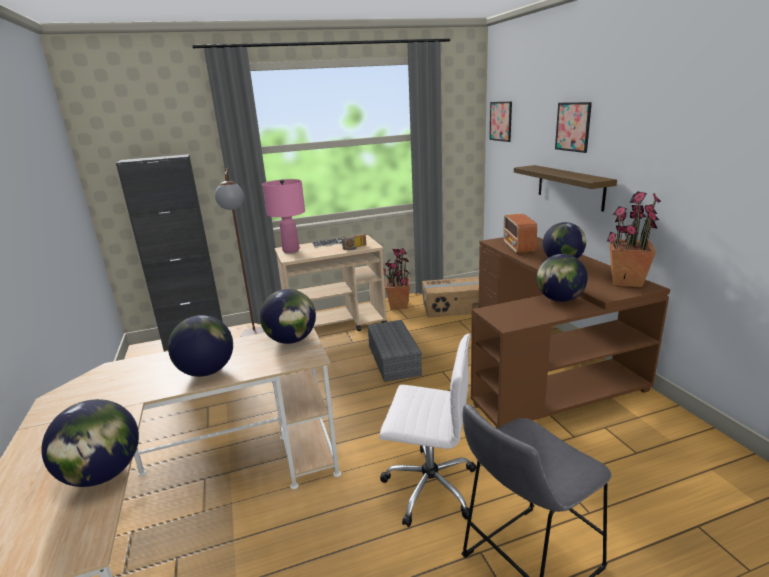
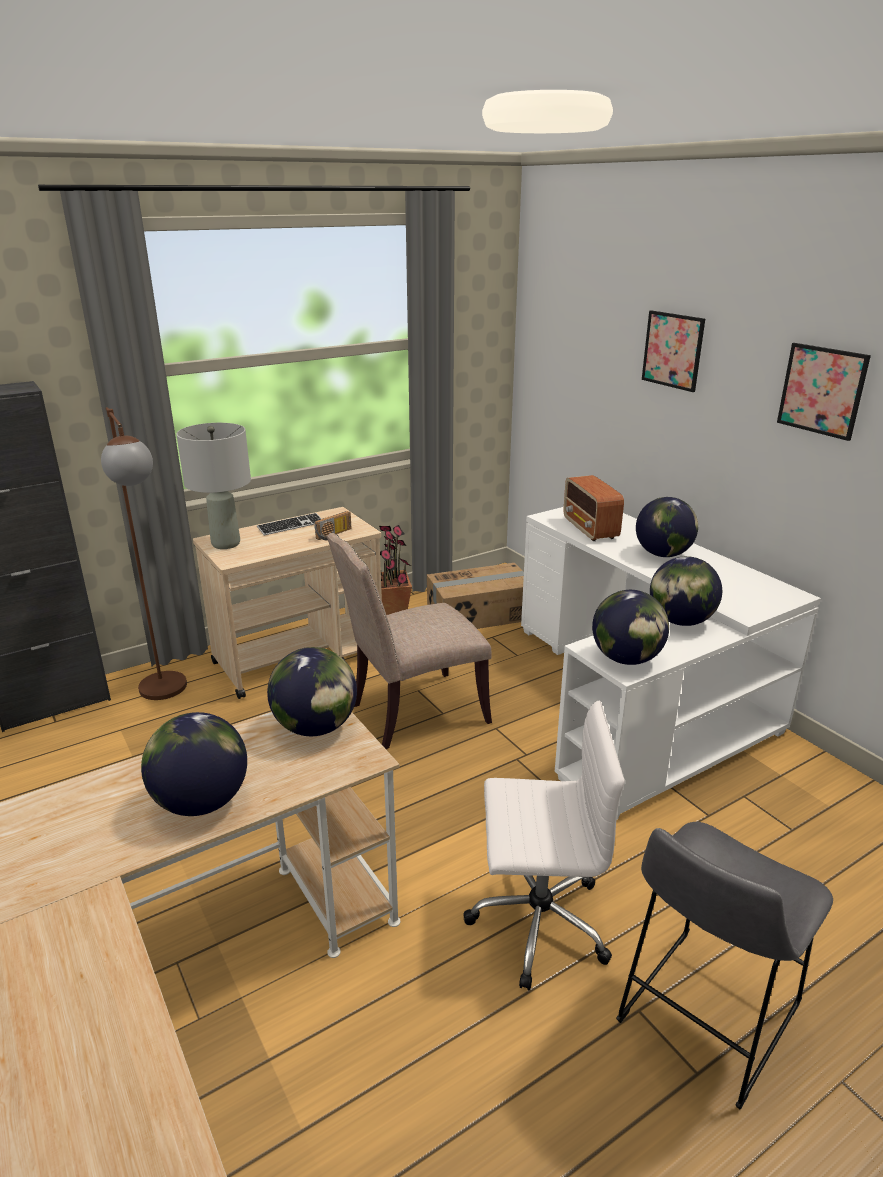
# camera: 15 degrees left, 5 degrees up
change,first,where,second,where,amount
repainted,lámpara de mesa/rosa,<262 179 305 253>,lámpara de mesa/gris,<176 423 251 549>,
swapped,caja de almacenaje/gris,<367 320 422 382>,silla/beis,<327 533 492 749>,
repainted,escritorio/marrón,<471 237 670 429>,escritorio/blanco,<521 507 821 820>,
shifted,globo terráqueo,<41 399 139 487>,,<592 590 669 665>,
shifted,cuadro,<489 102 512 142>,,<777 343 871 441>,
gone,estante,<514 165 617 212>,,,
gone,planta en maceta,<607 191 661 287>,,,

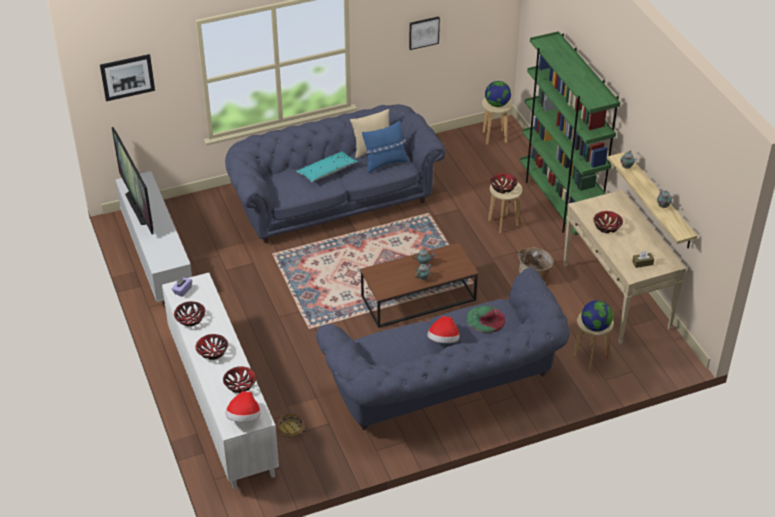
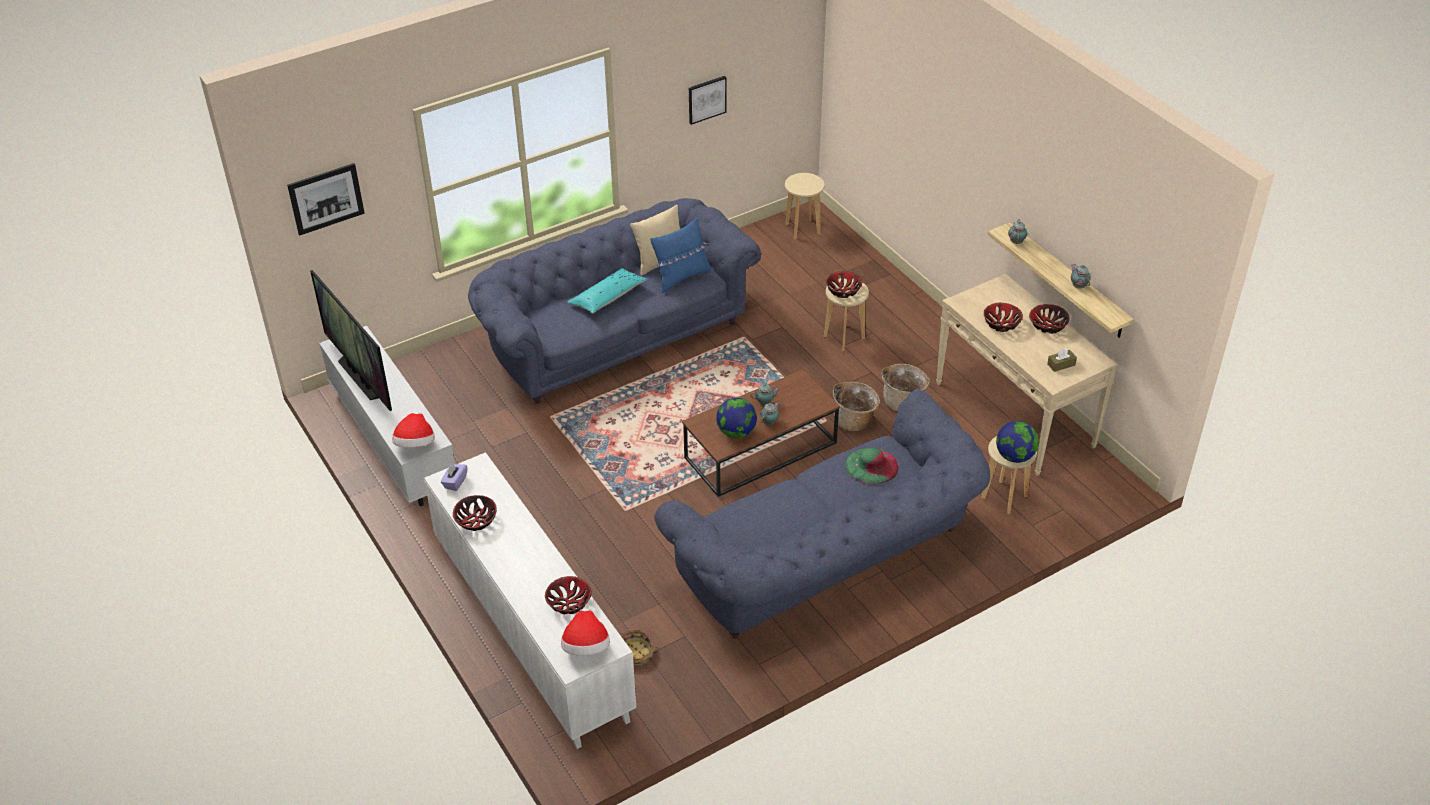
# camera: 10 degrees left, 0 degrees up
change,first,where,second,where,amount
shifted,sombrero,<427 316 460 343>,,<392 413 435 447>,
shifted,globo terráqueo,<485 81 511 107>,,<716 398 757 438>,
new,,,cesta,<833 382 880 431>,
shifted,cuenco,<196 334 228 360>,,<1029 304 1070 334>,
gone,estantería/verde,<520 31 620 235>,,,

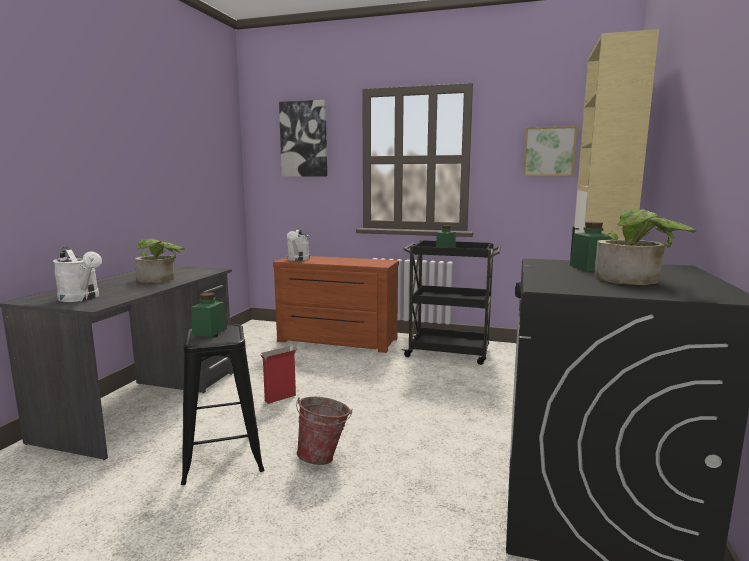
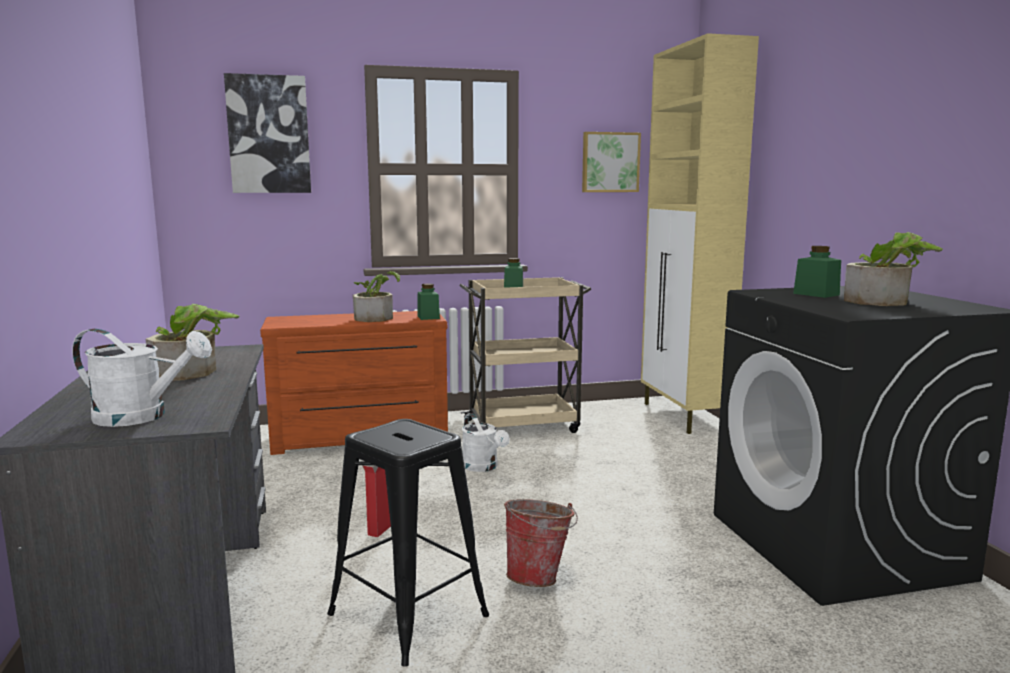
# camera: 30 degrees left, 0 degrees up
change,first,where,second,where,amount
new,,,planta en maceta,<353 271 400 322>,
shifted,tarro/verde,<191 293 227 337>,,<417 283 440 320>,
repainted,carrito/negro,<402 240 501 365>,carrito/beis,<460 277 591 433>,
shifted,regadera/blanco,<287 228 310 261>,,<462 413 510 472>,

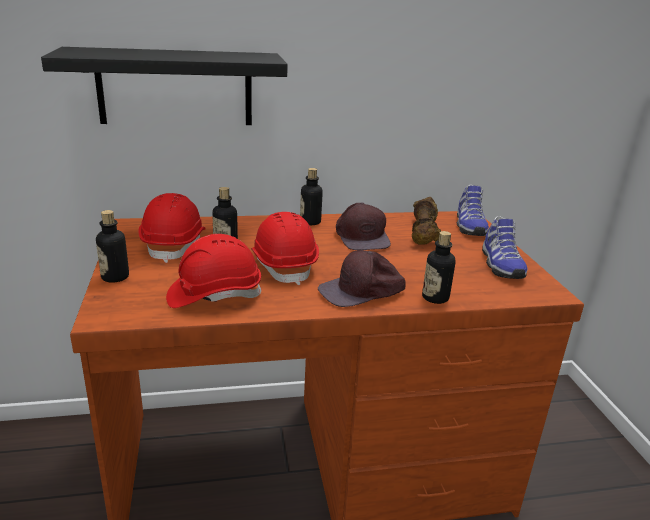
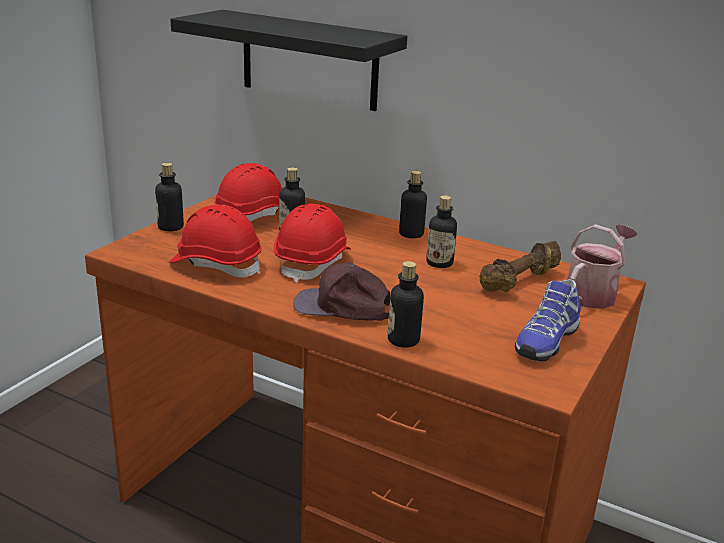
# camera: 40 degrees right, 0 degrees up
change,first,where,second,where,amount
swapped,gorra/marrón,<336 202 391 250>,botella,<426 195 457 268>,
swapped,zapato,<457 185 489 236>,regadera,<567 224 637 309>,

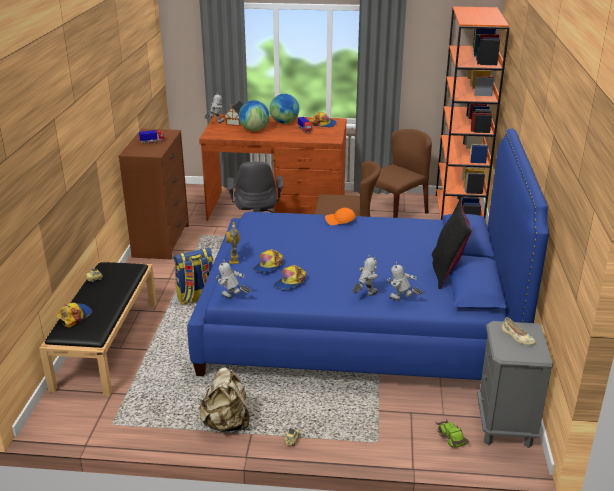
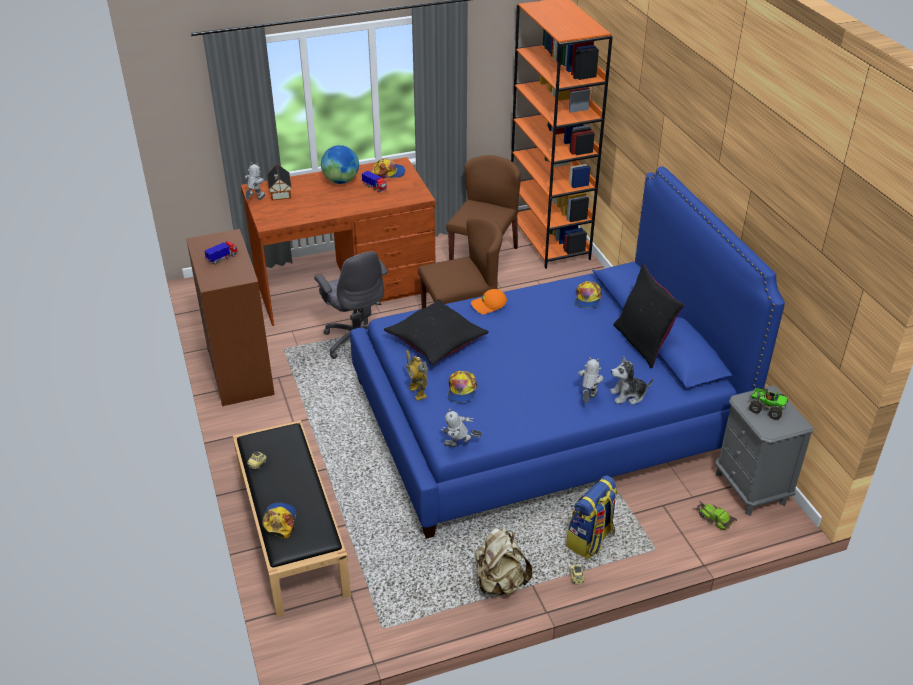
# camera: 25 degrees left, 10 degrees up
change,first,where,second,where,amount
new,,,cojín/negro,<384 299 489 365>,
shifted,mochila,<173 248 213 305>,,<566 475 618 559>,
shifted,gorra,<274 265 306 289>,,<575 281 602 308>,
swapped,robot de juguete,<387 262 423 301>,peluche,<610 356 653 405>,
swapped,zapato/beis,<502 317 536 345>,camión de juguete,<749 388 788 420>,
gone,globo terráqueo,<239 100 269 131>,,,

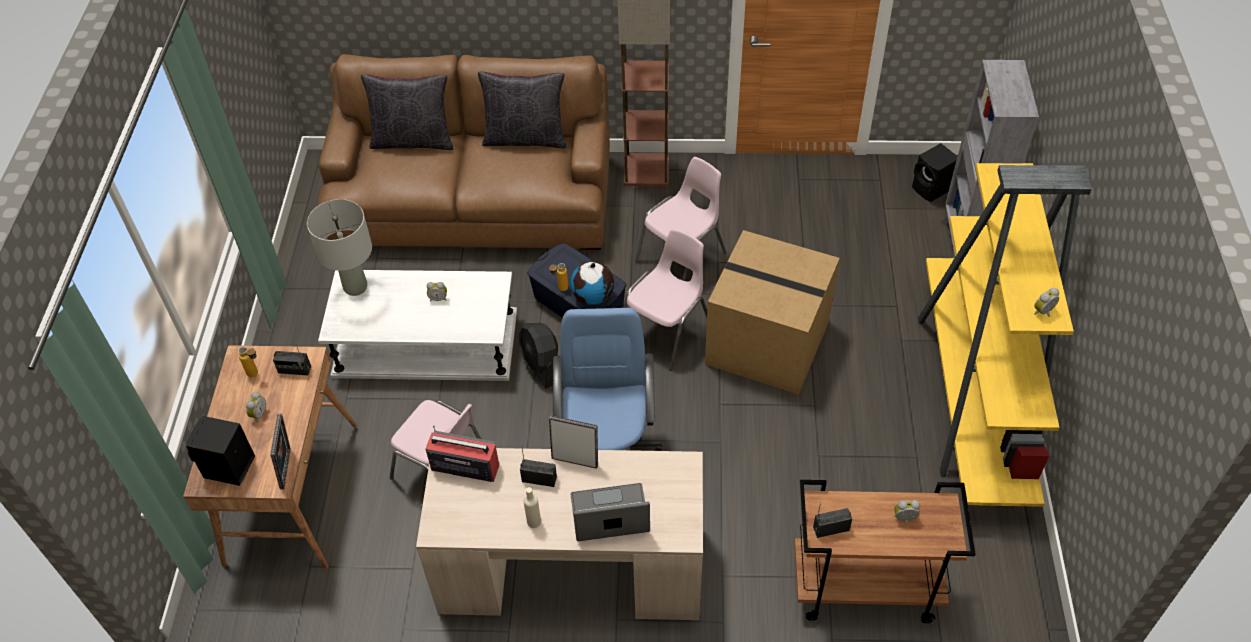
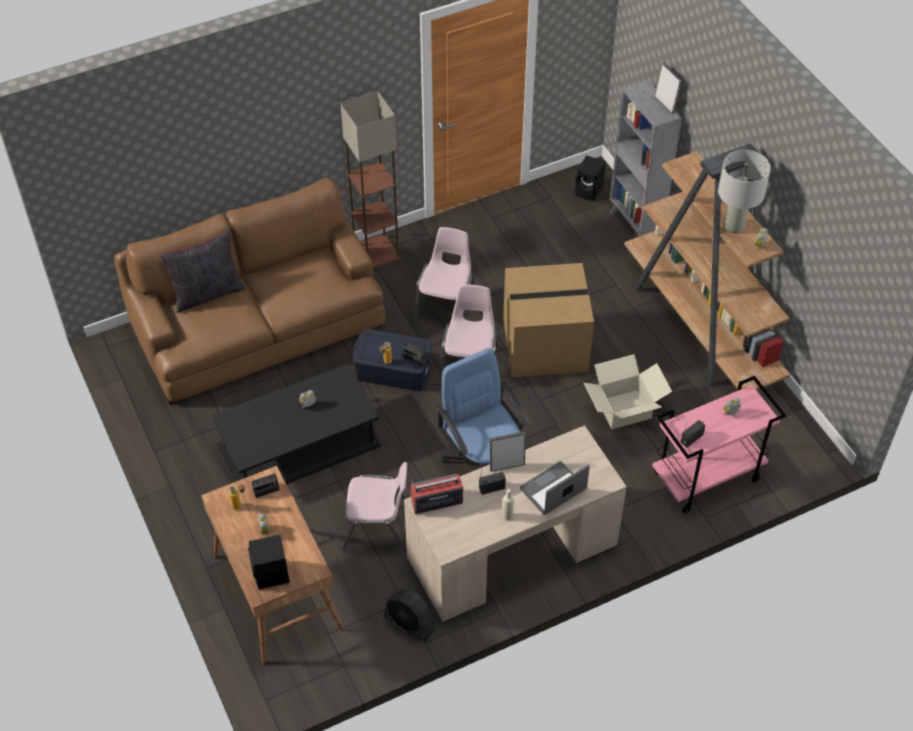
# camera: 30 degrees left, 0 degrees up
change,first,where,second,where,amount
repainted,mesa de centro/blanco,<318 270 517 381>,mesa de centro/negro,<211 364 381 484>,
shifted,ventilador/negro,<519 323 558 389>,,<384 589 435 642>,
swapped,globo terráqueo,<570 261 614 305>,radio,<403 343 426 366>,
new,,,caja de cartón,<584 354 672 429>,
repainted,estantería/amarillo,<918 163 1092 507>,estantería/marrón,<624 143 790 390>,
repainted,carrito/marrón,<794 480 976 623>,carrito/rosa,<652 376 786 513>,
shifted,portarretratos,<270 413 291 489>,,<654 62 683 114>,
shifted,lámpara de mesa/gris,<307 199 372 296>,,<718 150 771 233>,
gone,cojín/negro,<478 72 566 148>,,,

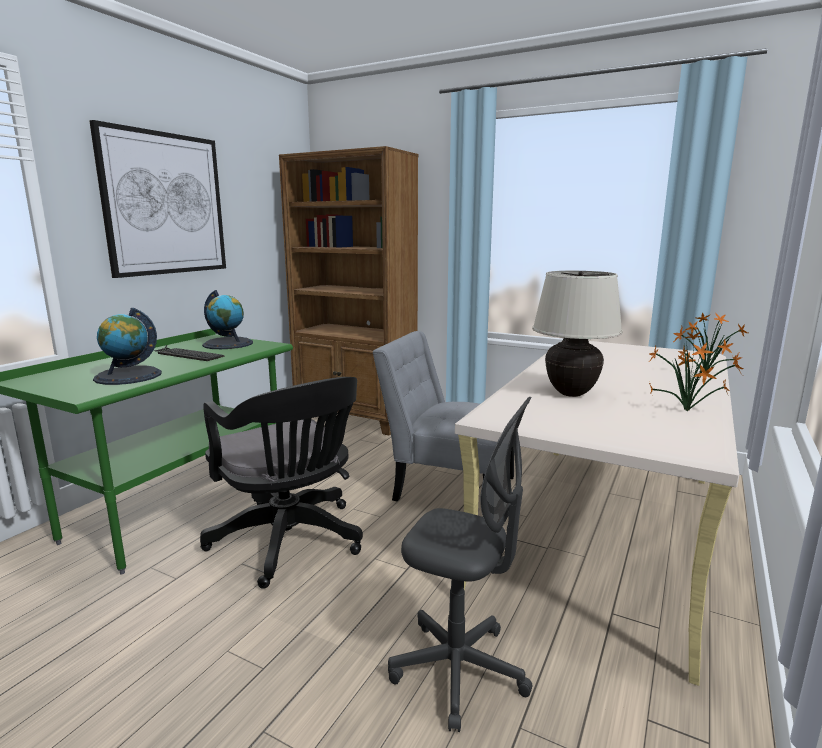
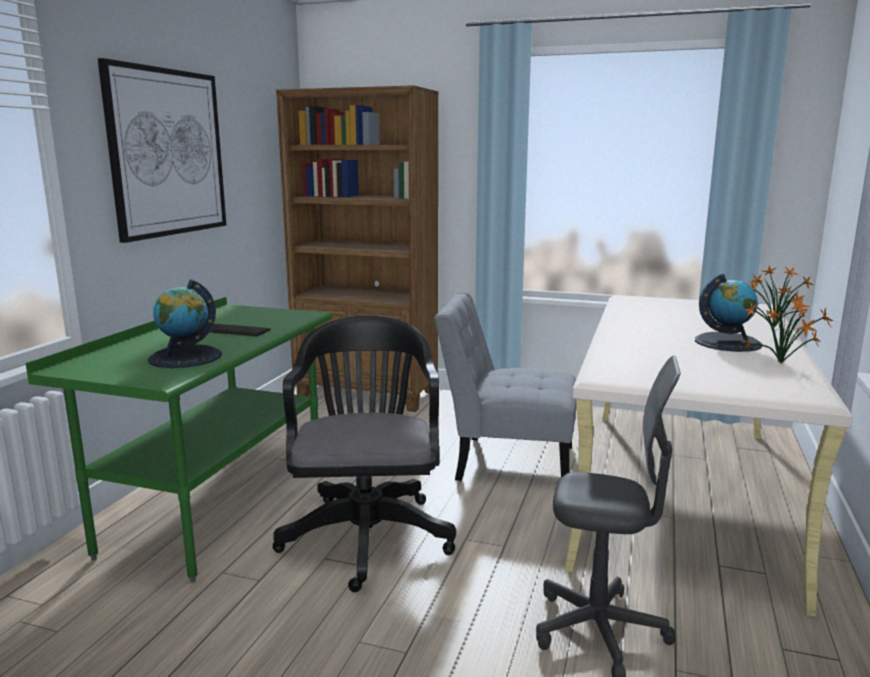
# camera: 10 degrees left, 0 degrees up
change,first,where,second,where,amount
rotated,silla de oficina/negro,<200 377 363 589>,,<273 315 456 592>,135 degrees counterclockwise
shifted,globo terráqueo,<202 290 253 349>,,<695 274 762 352>,
gone,lámpara de mesa/beis,<532 271 623 397>,,,

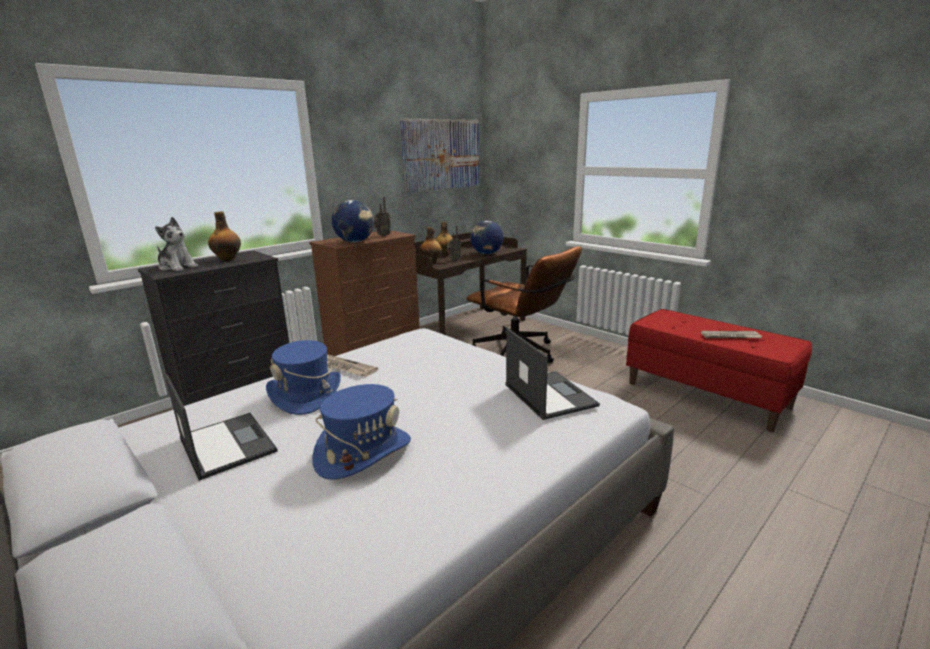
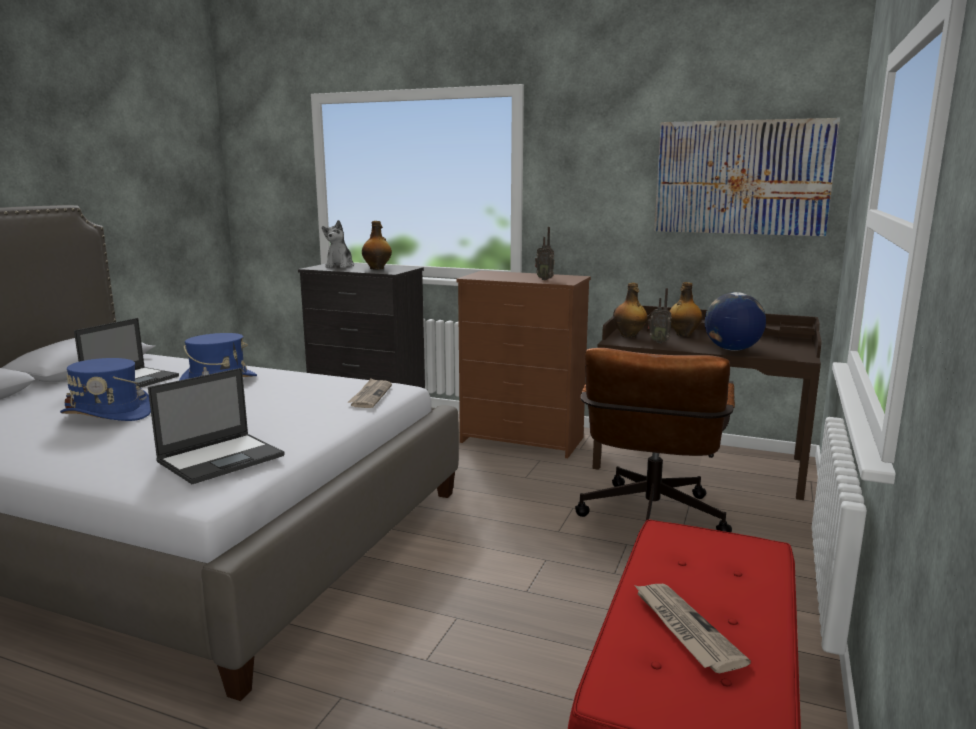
# camera: 65 degrees right, 5 degrees down
change,first,where,second,where,amount
shifted,periódico,<327 355 378 377>,,<347 378 392 408>,
gone,globo terráqueo,<332 200 374 242>,,,

